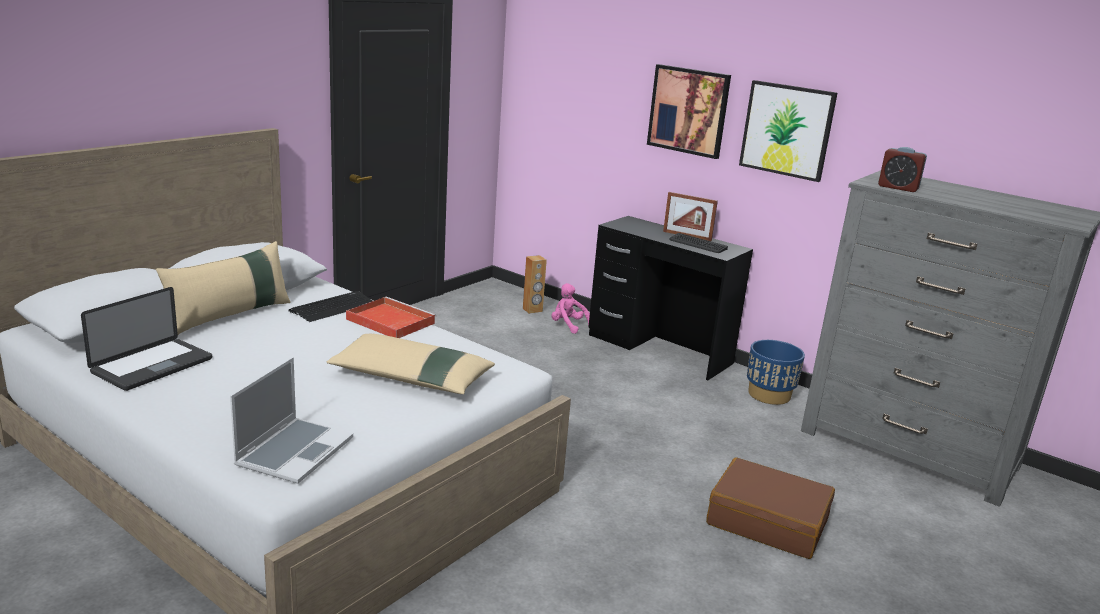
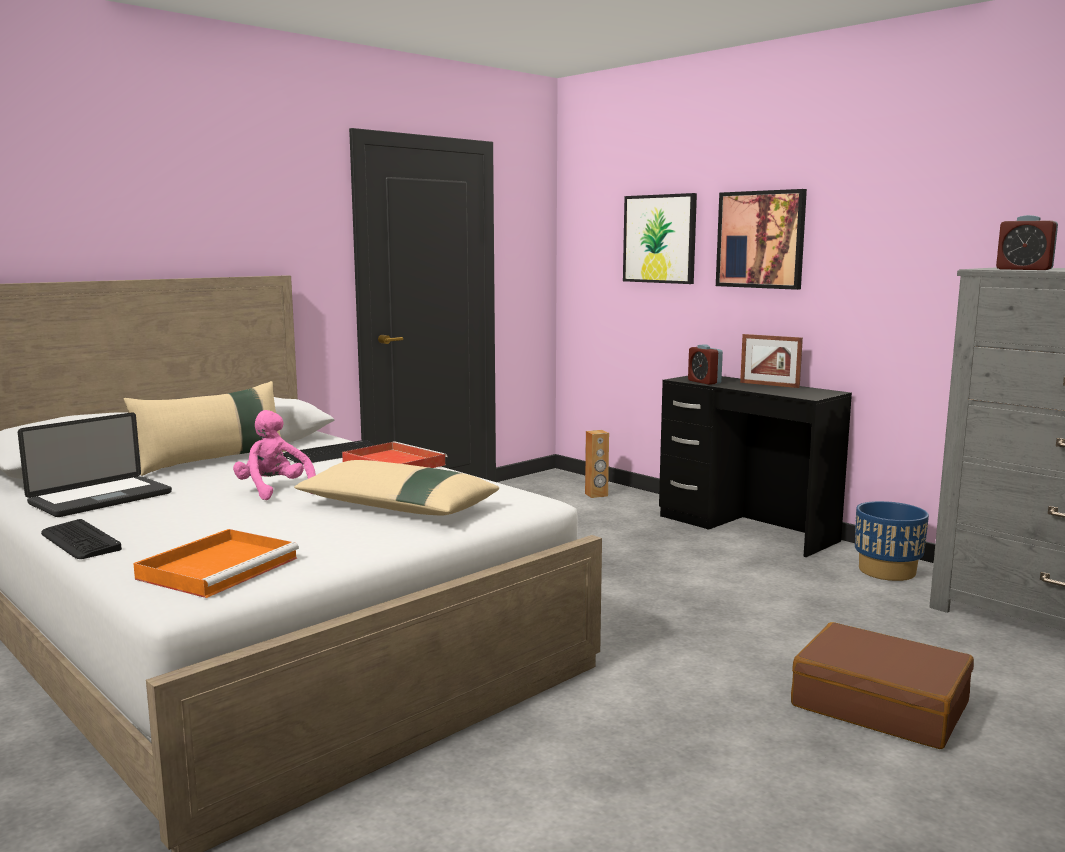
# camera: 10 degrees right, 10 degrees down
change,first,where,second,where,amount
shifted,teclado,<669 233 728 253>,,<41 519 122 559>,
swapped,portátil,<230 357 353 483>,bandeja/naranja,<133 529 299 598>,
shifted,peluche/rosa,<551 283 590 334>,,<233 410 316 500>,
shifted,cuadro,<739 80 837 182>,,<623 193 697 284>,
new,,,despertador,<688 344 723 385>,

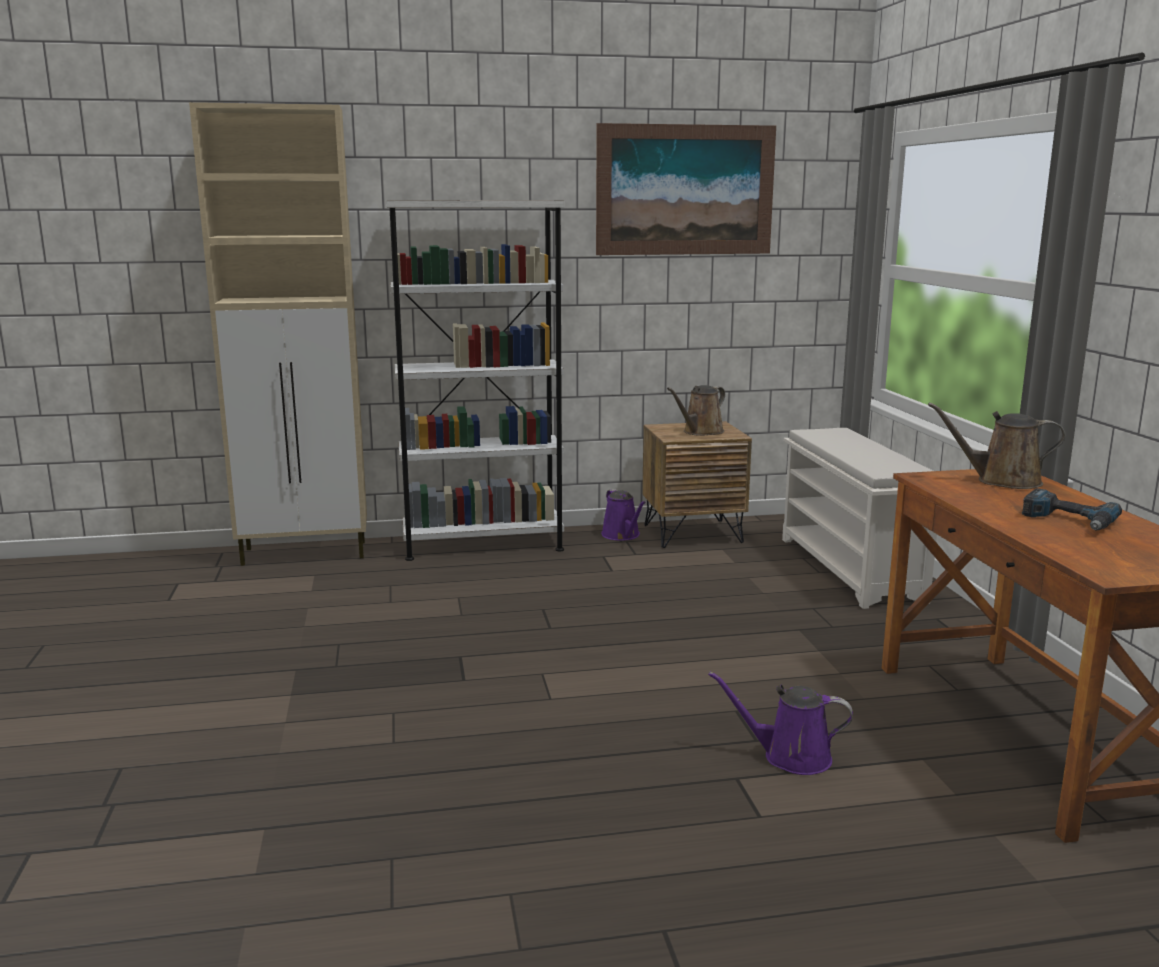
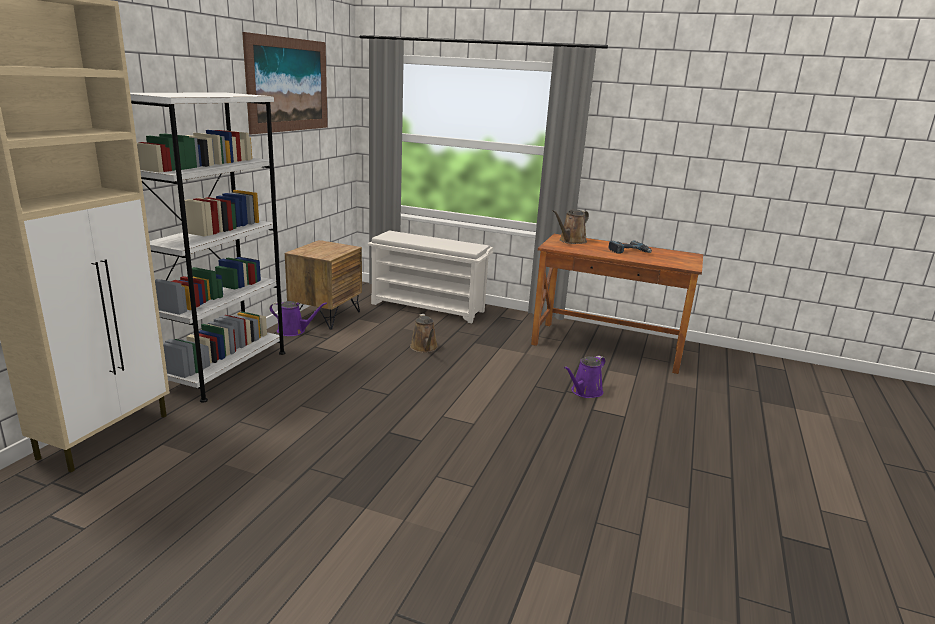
# camera: 60 degrees left, 5 degrees up
change,first,where,second,where,amount
shifted,regadera/marrón,<667 385 725 436>,,<410 314 438 353>,

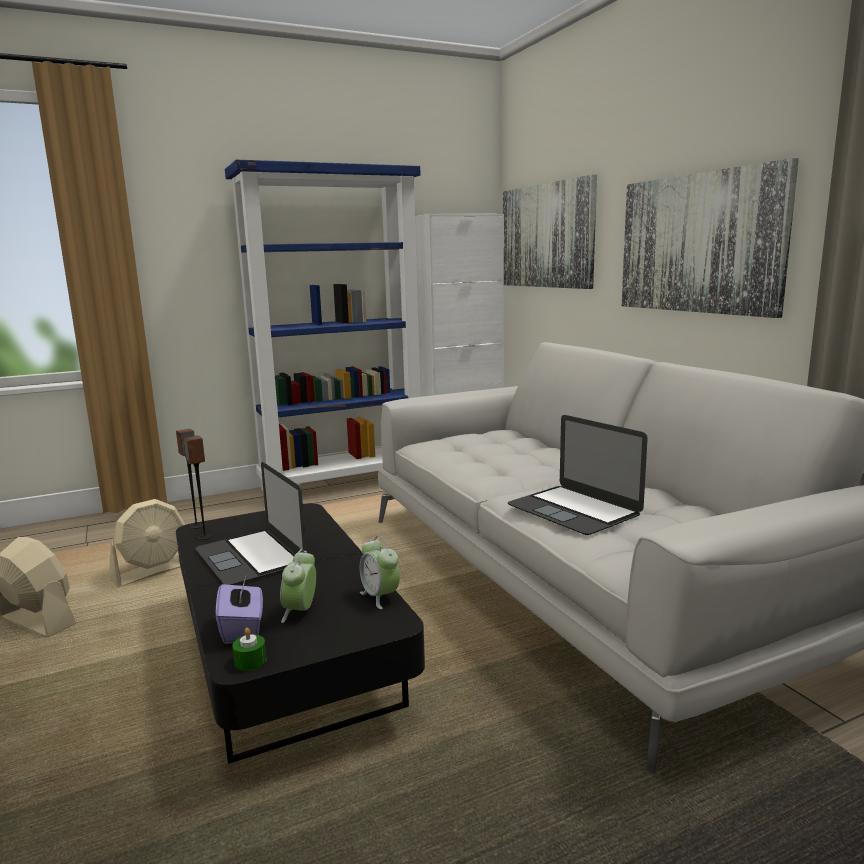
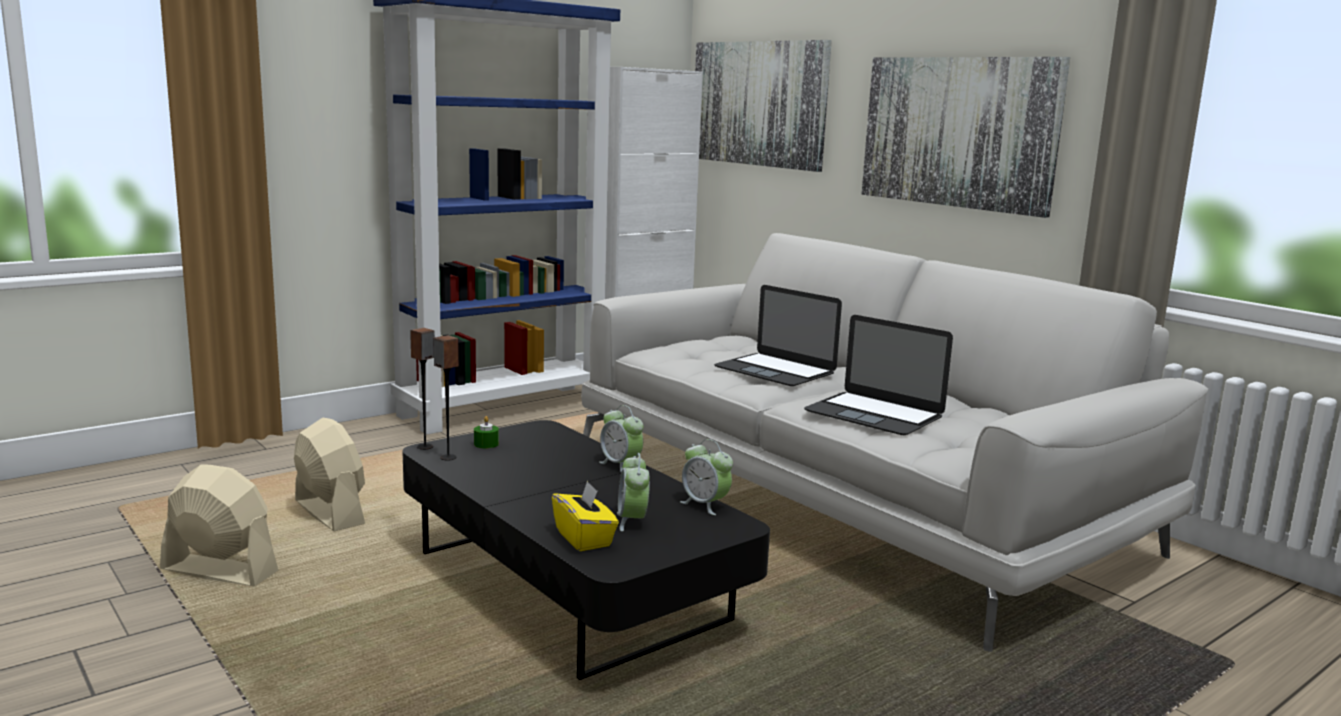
# camera: 15 degrees left, 0 degrees up
change,first,where,second,where,amount
rotated,ventilador/beis,<109 499 185 587>,,<294 417 365 531>,75 degrees counterclockwise
shifted,vela/verde,<232 628 267 671>,,<474 416 499 448>,
repainted,caja de pañuelos/morado,<216 577 263 644>,caja de pañuelos/amarillo,<552 480 619 551>,
new,,,despertador,<599 405 644 472>,
shifted,portátil,<195 462 306 585>,,<714 285 842 386>,

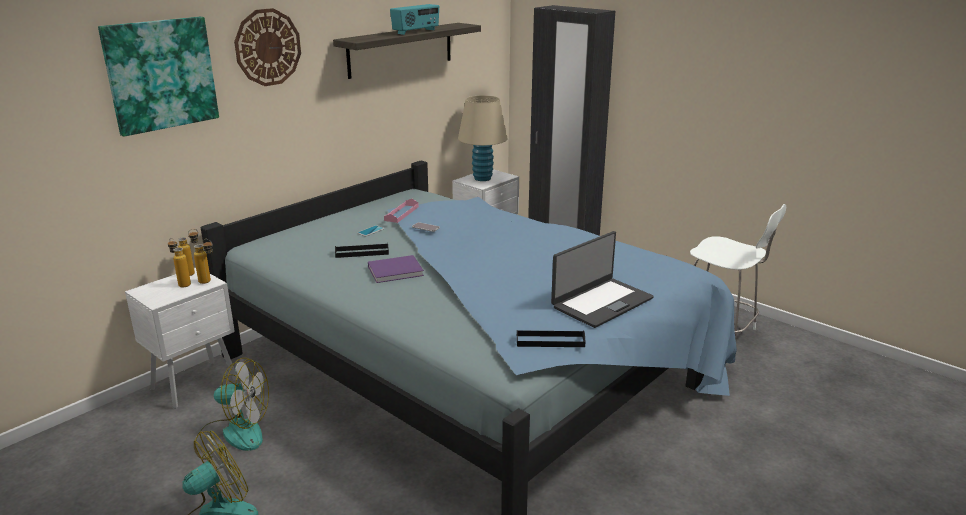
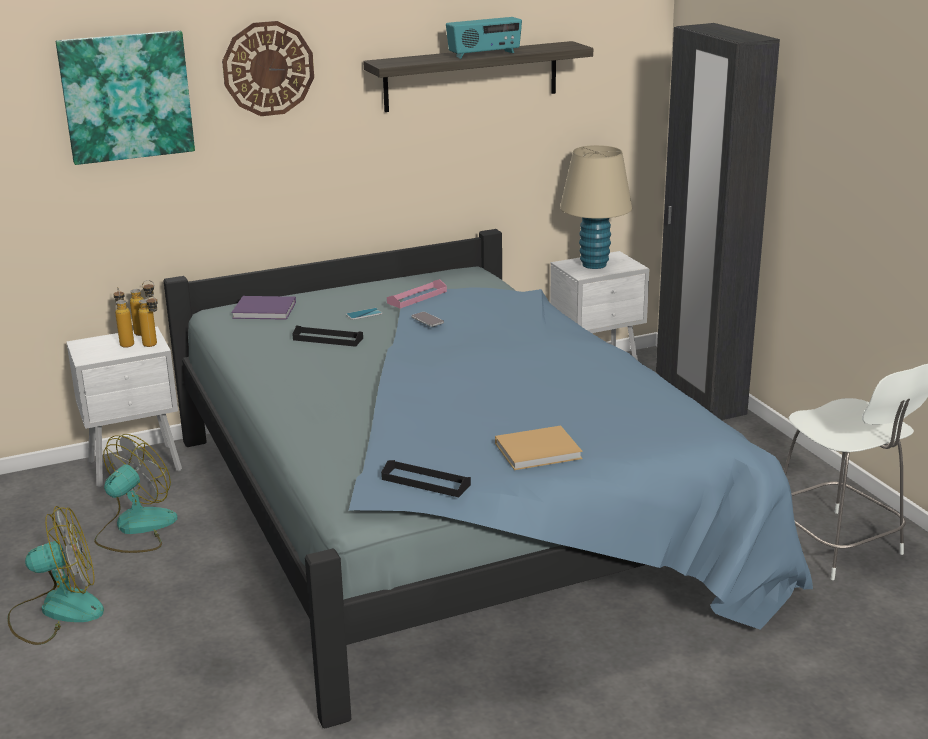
# camera: 25 degrees right, 0 degrees up
change,first,where,second,where,amount
rotated,ventilador,<194 358 269 460>,,<94 434 178 553>,90 degrees counterclockwise
shifted,libro/morado,<368 255 424 283>,,<232 296 296 320>,
swapped,portátil,<551 231 654 328>,libro/beis,<495 426 583 470>,

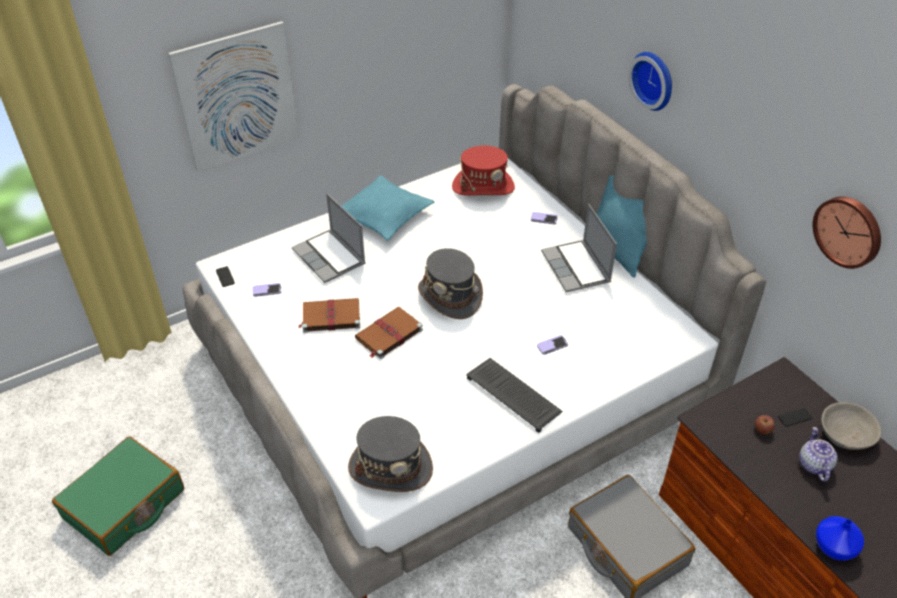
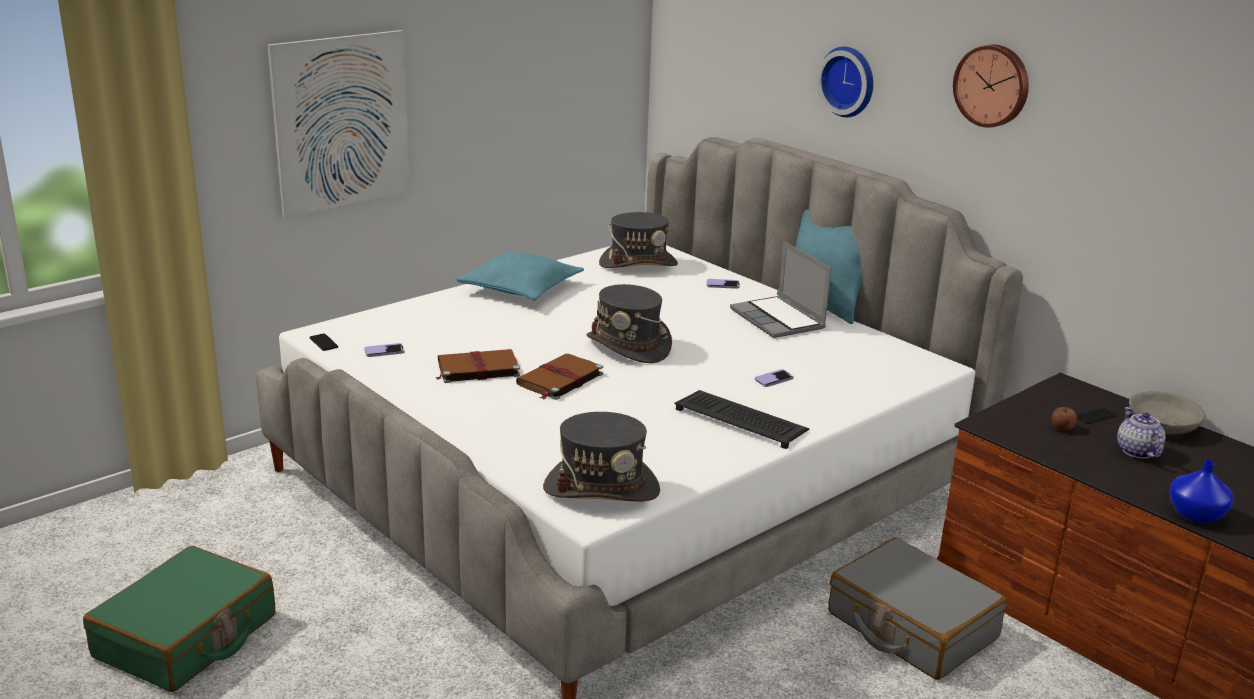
# camera: 10 degrees left, 20 degrees down
change,first,where,second,where,amount
repainted,sombrero/rojo,<452 145 515 196>,sombrero/gris,<599 212 678 268>,
shifted,reloj de pared,<813 196 881 269>,,<953 44 1029 128>,
gone,portátil,<292 193 366 283>,,,

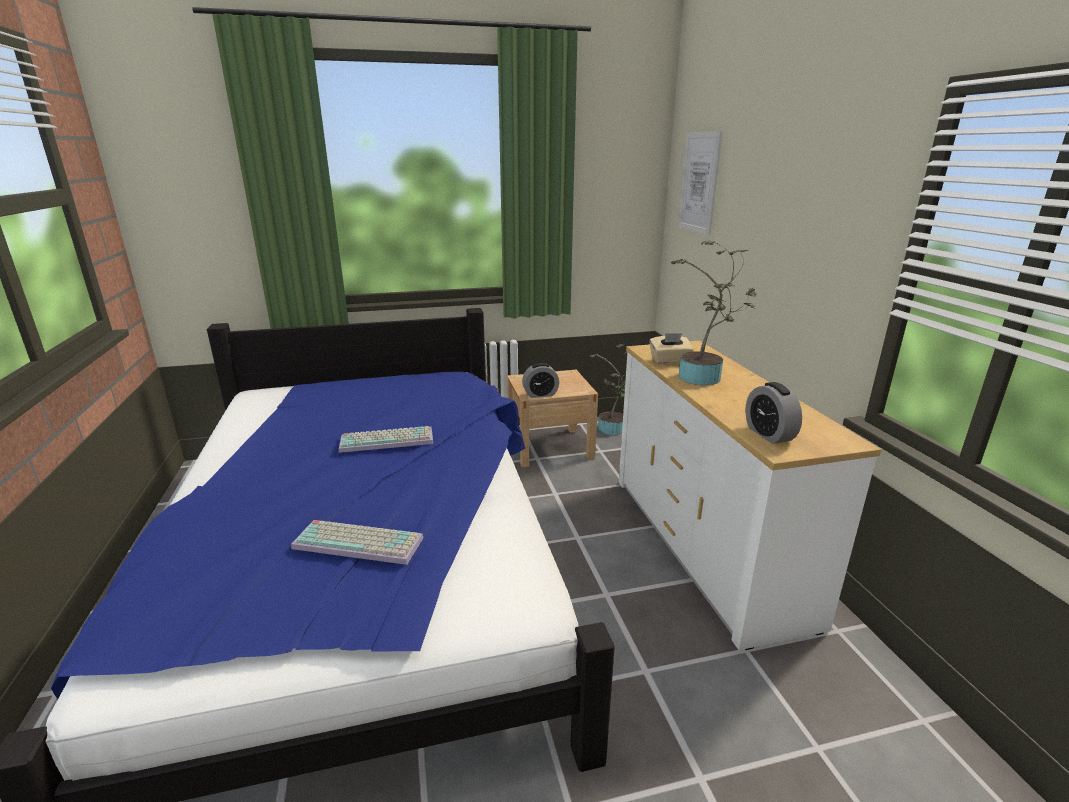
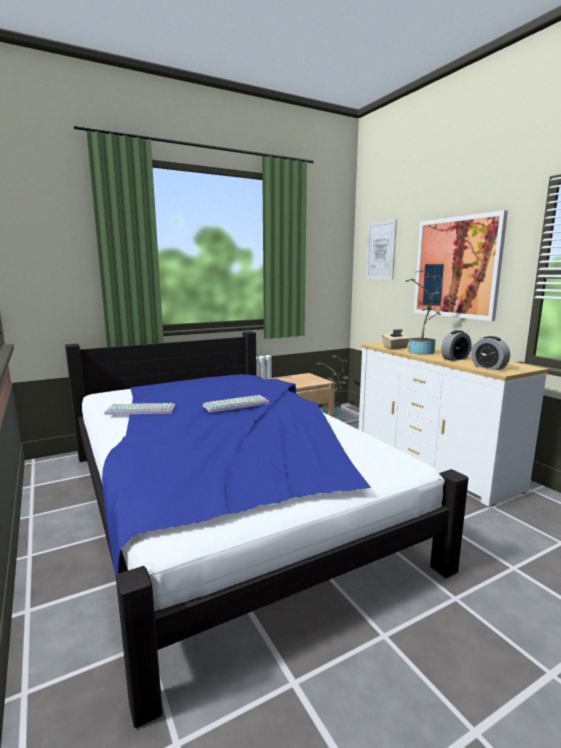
# camera: 15 degrees left, 10 degrees down
change,first,where,second,where,amount
shifted,teclado,<291 520 424 565>,,<104 403 175 415>,
new,,,cuadro,<414 210 508 321>,
shifted,despertador,<522 363 559 398>,,<441 330 471 361>,

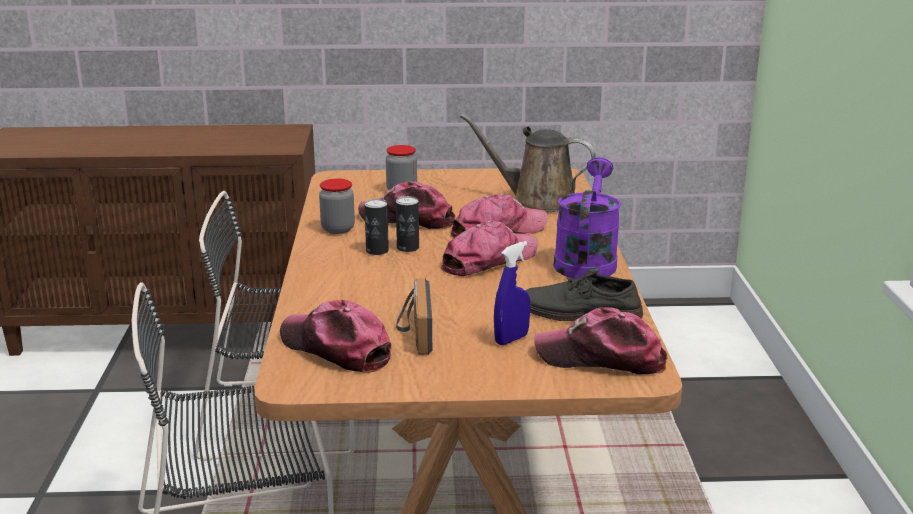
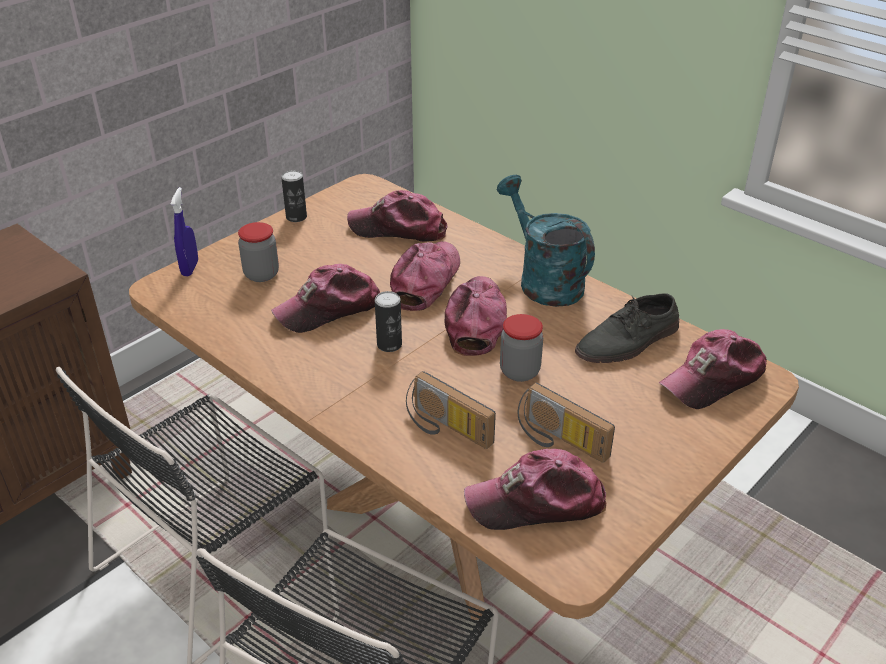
# camera: 45 degrees left, 15 degrees up
change,first,where,second,where,amount
shifted,pulverizador/azul,<494 241 530 345>,,<171 187 198 276>,
shifted,lata,<364 199 389 255>,,<281 170 307 222>,
swapped,regadera/marrón,<460 114 596 212>,gorra,<347 190 447 242>,
new,,,radio,<406 371 496 449>,
repainted,regadera/morado,<554 157 621 279>,regadera/turquesa,<497 175 595 307>,
shifted,tarro,<319 179 355 234>,,<500 314 543 382>,

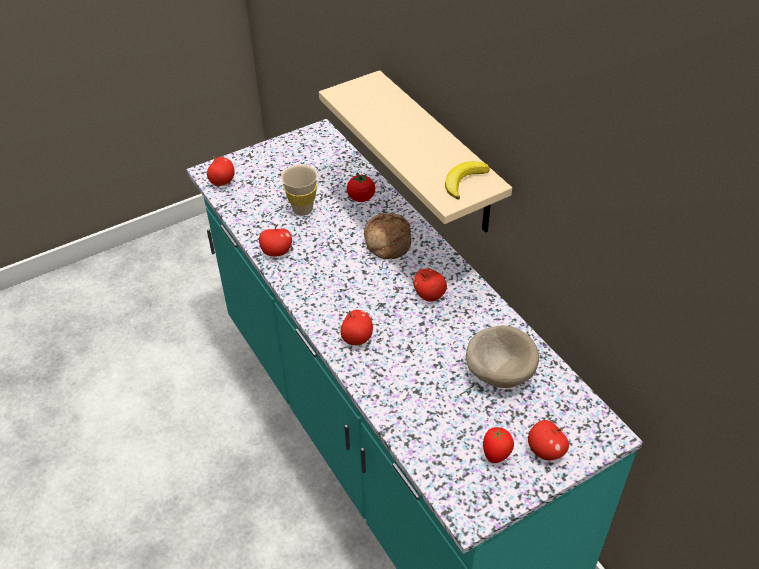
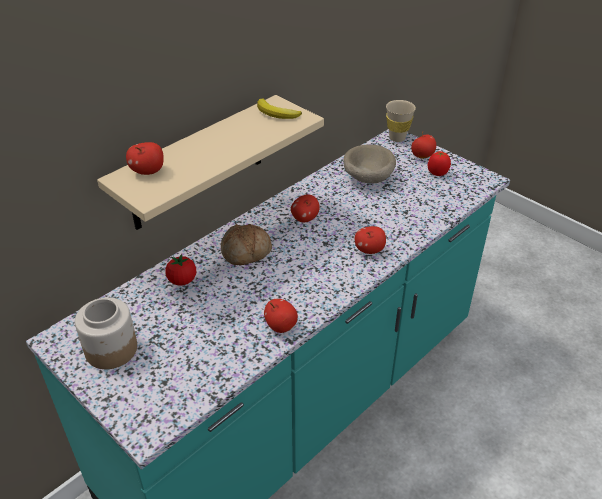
# camera: 105 degrees left, 5 degrees down
change,first,where,second,where,amount
new,,,tarro,<75 297 137 369>,
shifted,manzana,<207 156 235 186>,,<126 142 164 175>,
shifted,taza/beis,<281 165 318 216>,,<386 100 416 142>,

